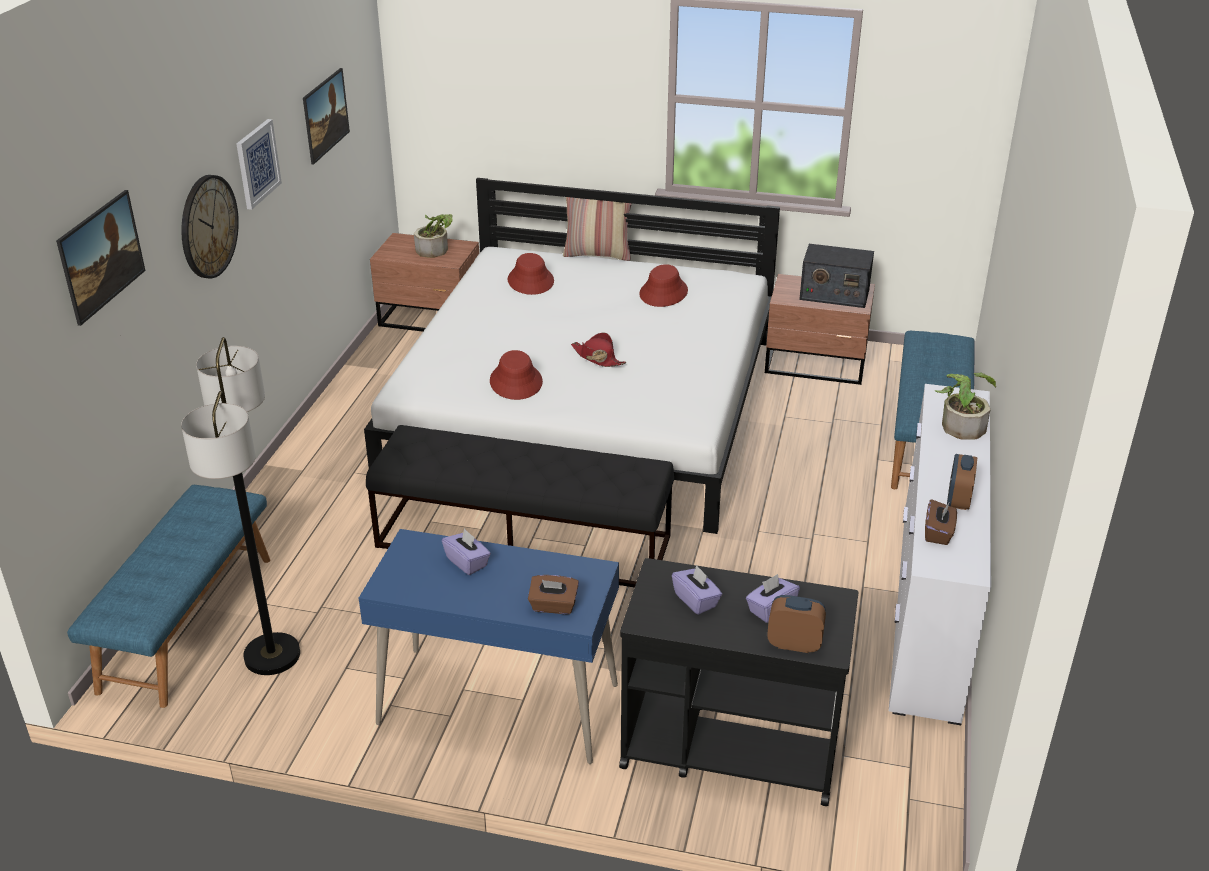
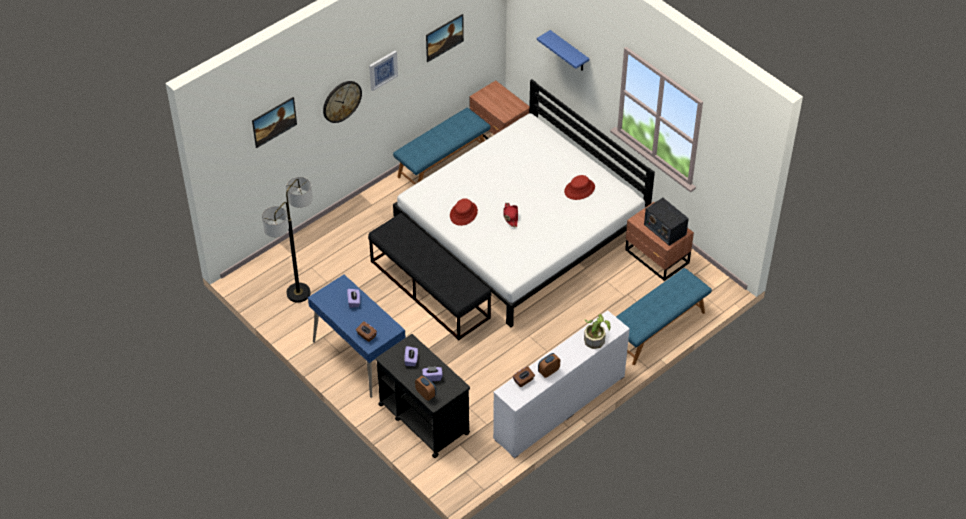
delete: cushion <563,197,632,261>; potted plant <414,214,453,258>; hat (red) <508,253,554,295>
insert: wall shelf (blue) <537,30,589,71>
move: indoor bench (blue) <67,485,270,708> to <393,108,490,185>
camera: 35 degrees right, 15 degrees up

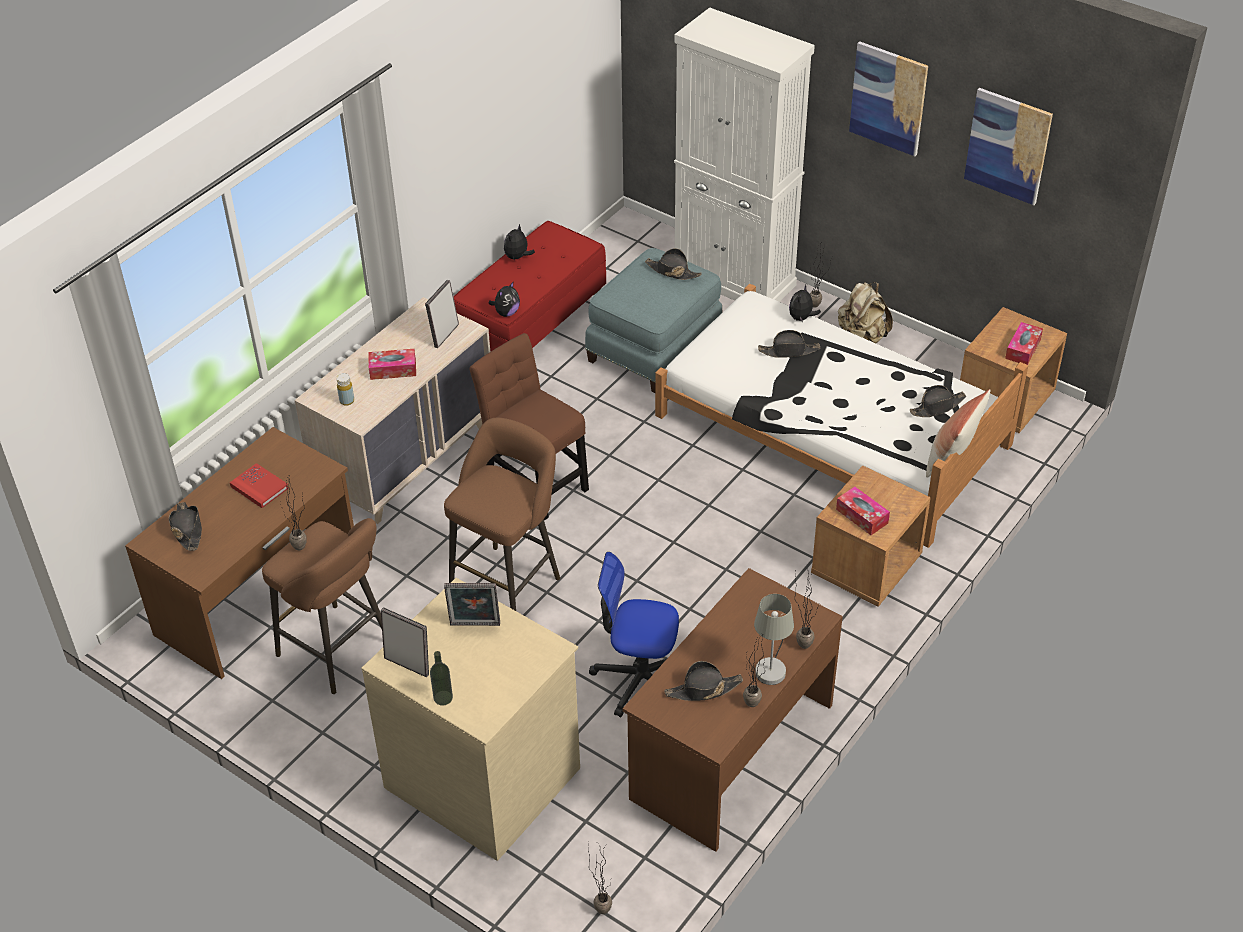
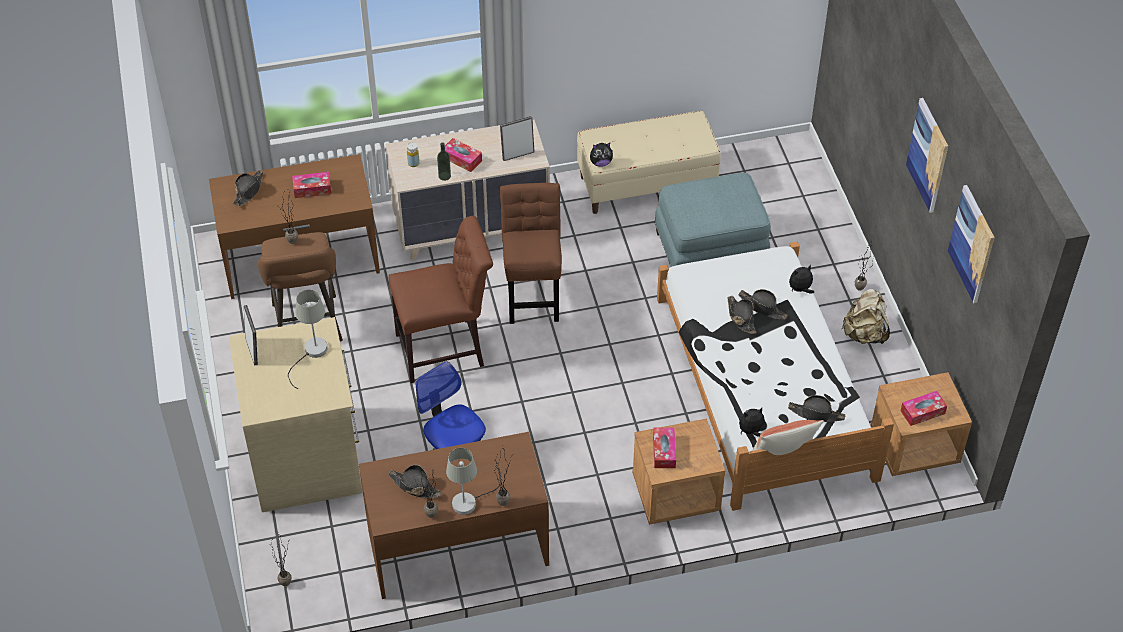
delete: storage cabinet (white-coloured) <674,8,815,302>
move: soft toy <504,224,535,259> to <739,408,765,437>; hat (black-coloured) <645,248,702,280> to <727,296,756,334>; drink bottle <430,651,453,706> to <437,142,451,181>
replace: stool seat (brown-coloured) <444,418,560,611> to plain chair (brown-coloured) <388,216,493,383>; bound book (red) <230,463,289,508> to box of tissues <292,172,331,198>; picture frame <444,583,500,626> to tabletop lamp (greyish) <288,290,328,389>
recolor: indoor bench (red) <454,221,606,352> to indoor bench (sand-coloured) <577,111,721,214>
camera: 40 degrees right, 5 degrees up

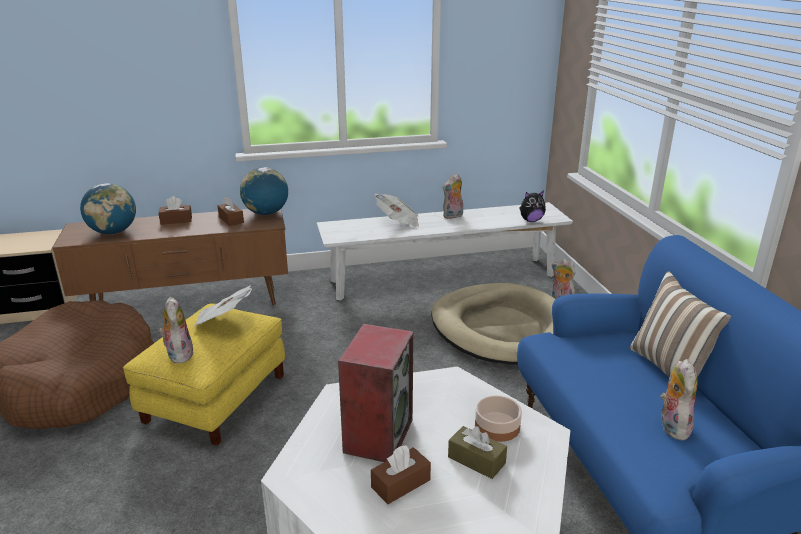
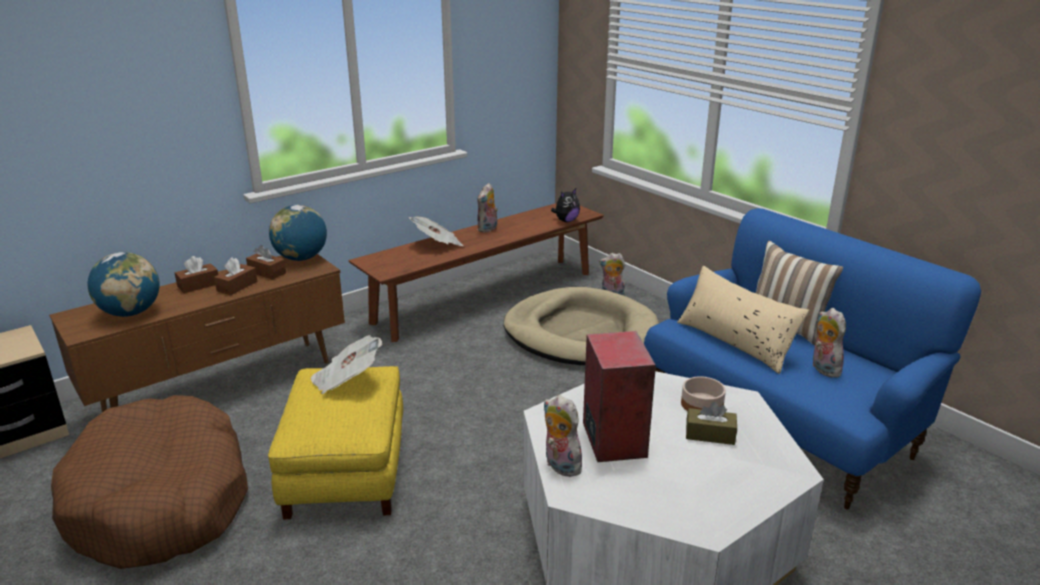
insert: cushion (sand-coloured) <677,266,809,374>
move: soft toy <159,296,194,363> to <543,395,583,477>; box of tissues (brown-coloured) <371,445,431,504> to <214,258,257,295>
recolor: indoor bench (white-coloured) <317,202,573,301> to indoor bench (brown-coloured) <348,203,604,342>
camera: 25 degrees left, 0 degrees up

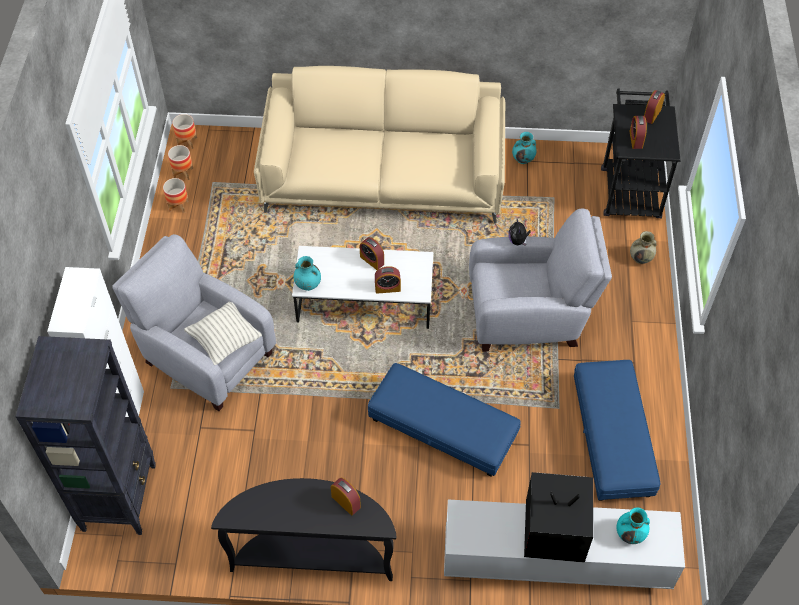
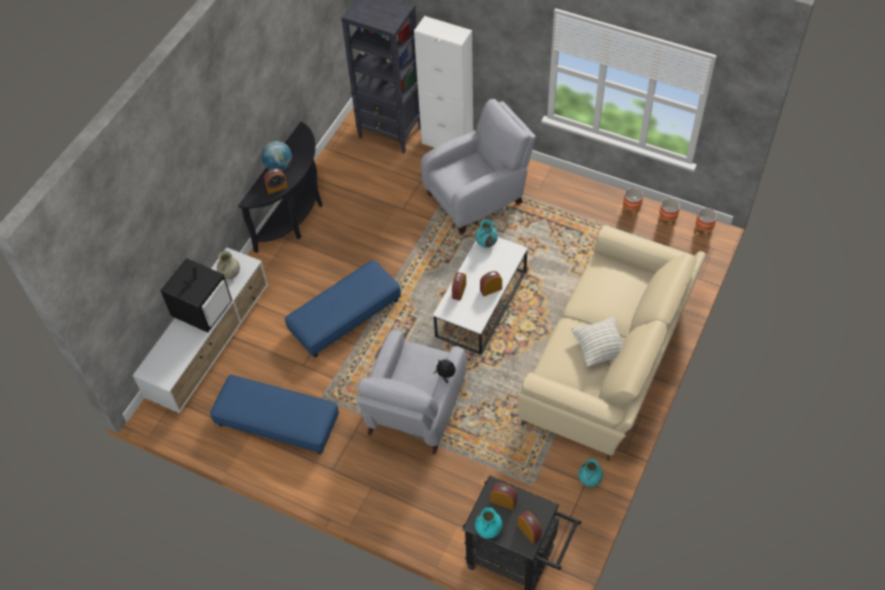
insert: globe <261,141,292,171>
move: flower vase (sand-coloured) <630,231,657,264> to <217,251,240,279>; cushion <184,302,262,365> to <571,316,623,367>; flower vase (blue-green) <617,508,650,544> to <475,507,502,539>
camera: 115 degrees right, 0 degrees up

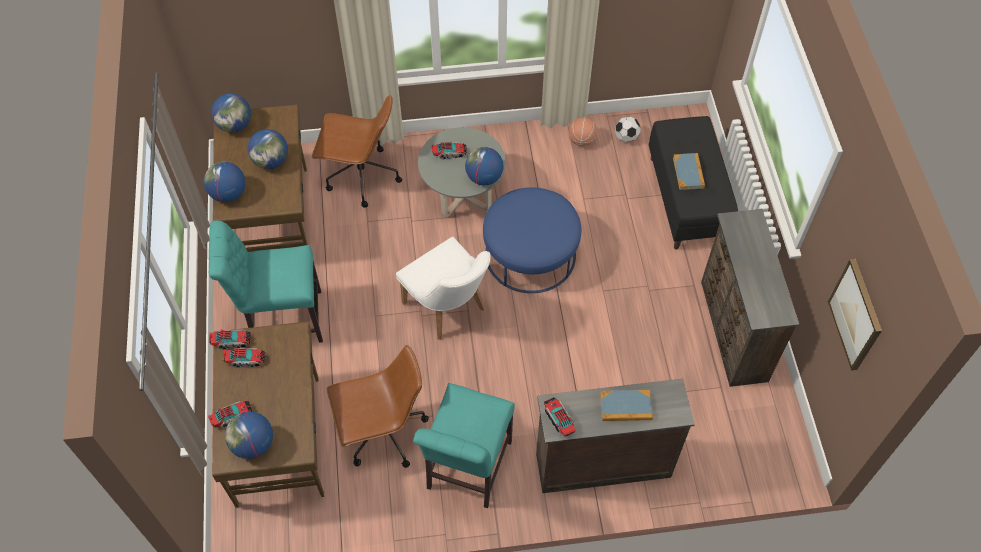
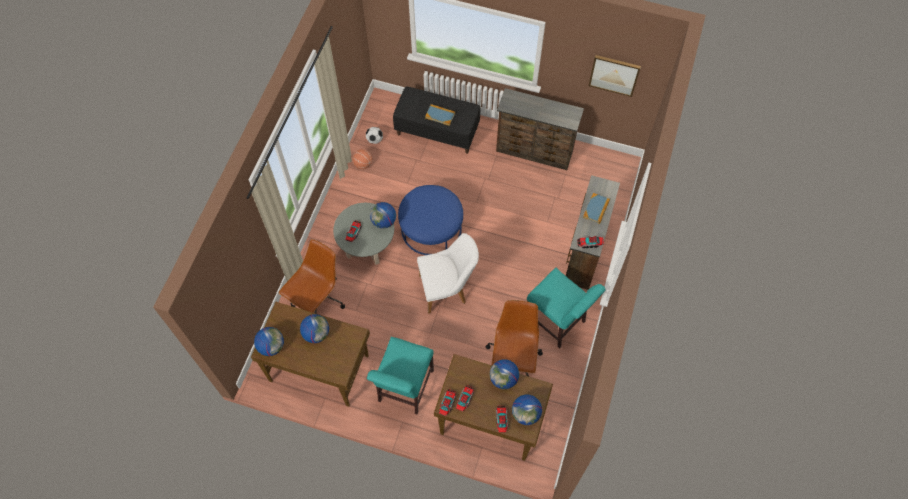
move: globe <204,162,245,202> to <490,359,519,389>
camera: 65 degrees left, 5 degrees up

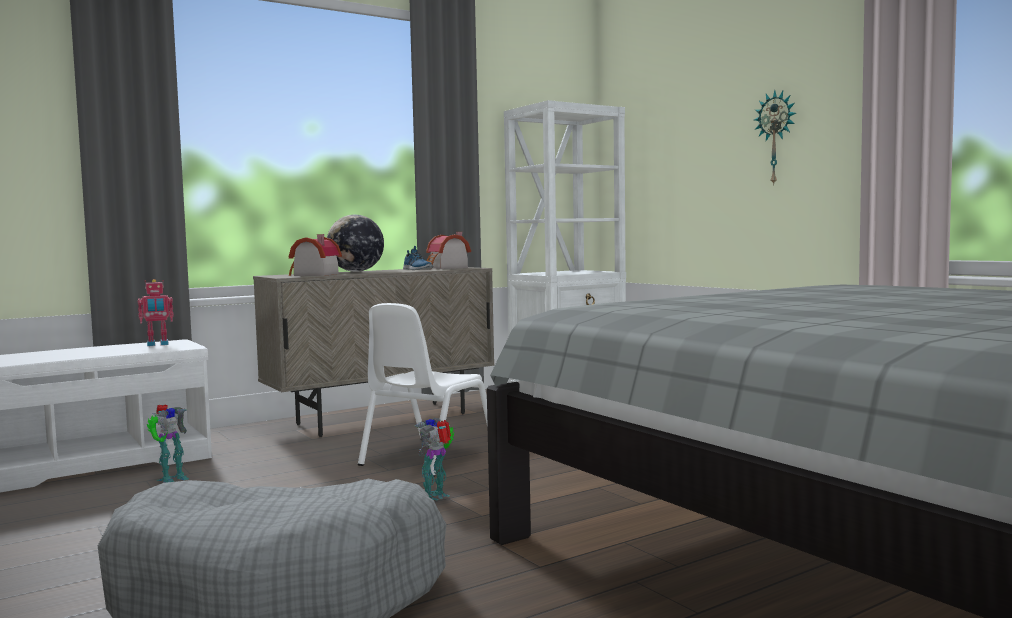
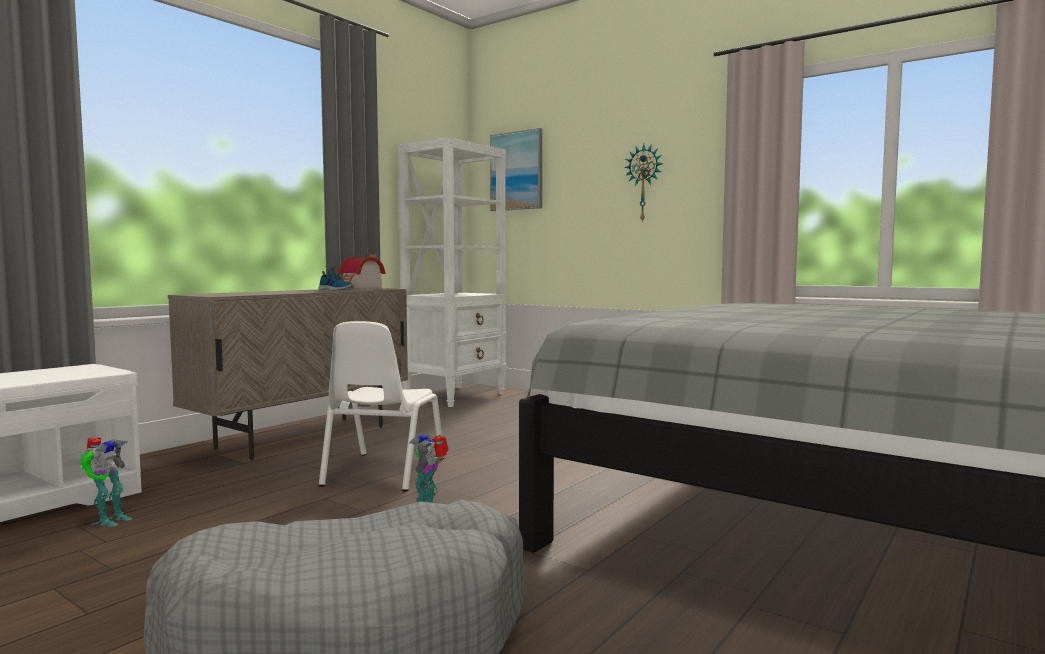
delete: globe <327,215,384,272>; model house <289,234,342,276>; robot figure <138,279,174,346>
insert: picture <490,128,542,211>
camera: 20 degrees left, 0 degrees up

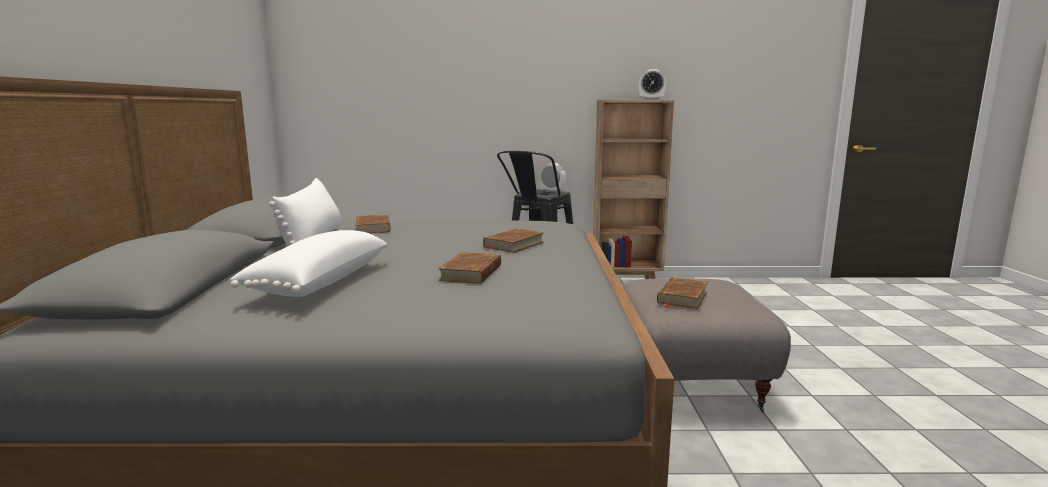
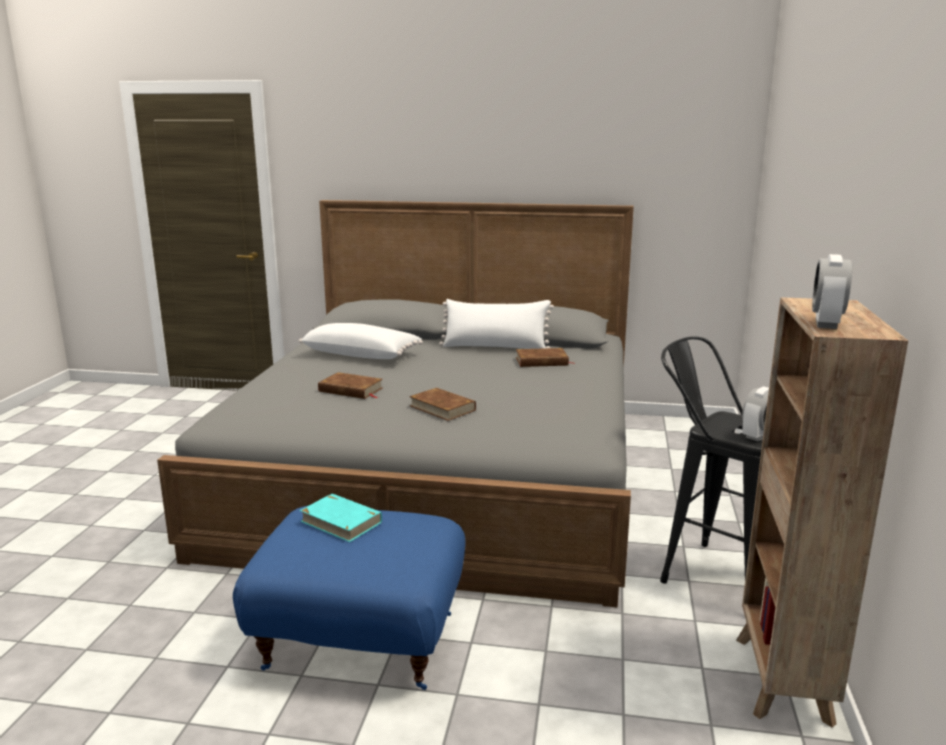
recolor: bound book (brown-coloured) <657,277,708,309> to bound book (blue-green) <300,494,382,542>; pouffe (greyish) <623,279,791,412> to pouffe (blue) <233,506,465,690>
camera: 100 degrees right, 5 degrees up

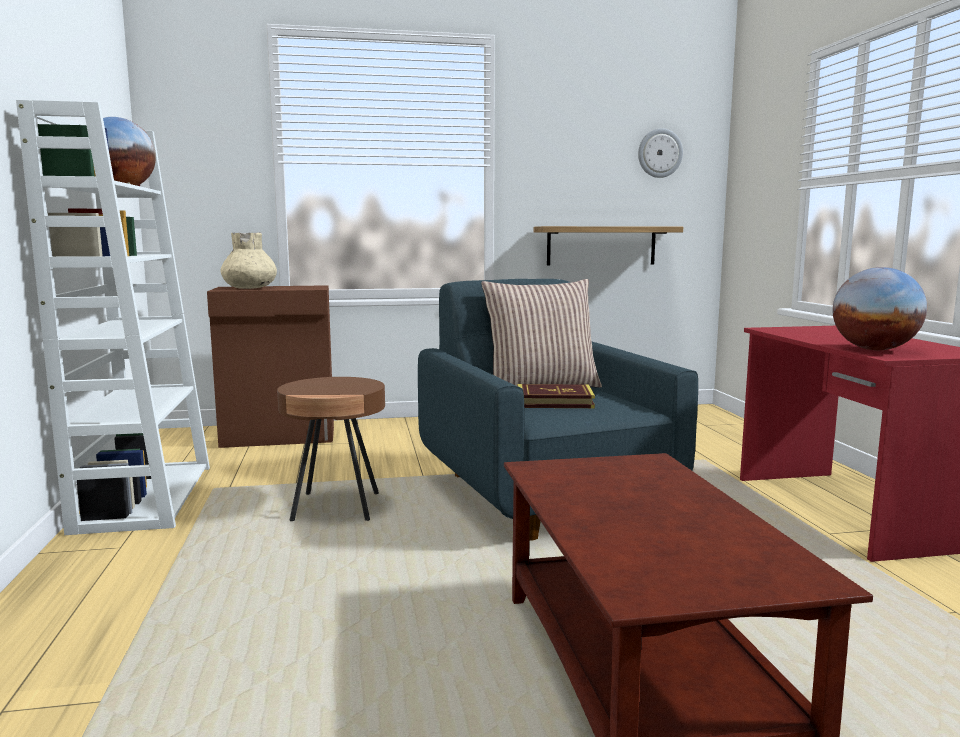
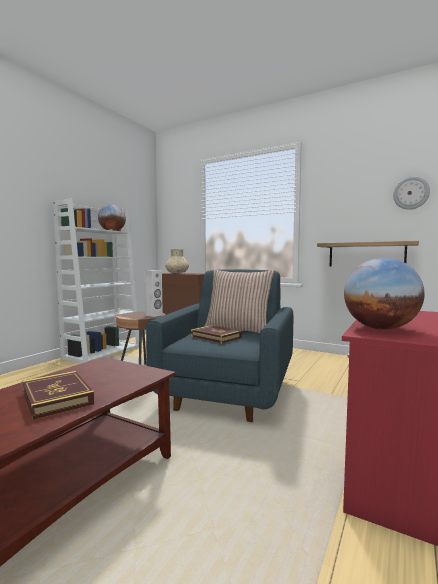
insert: loudspeaker (white-coloured) <144,270,163,317>; bound book <22,371,95,420>
camera: 40 degrees right, 5 degrees down

